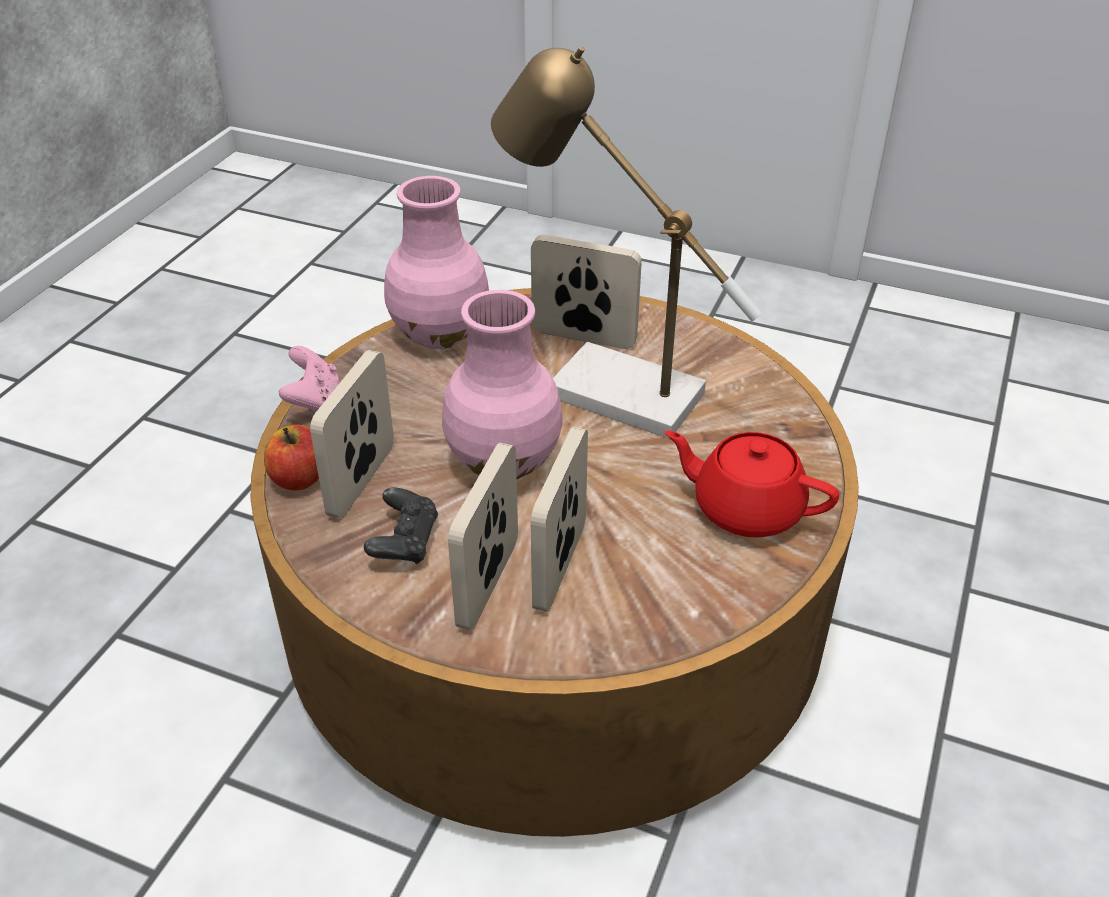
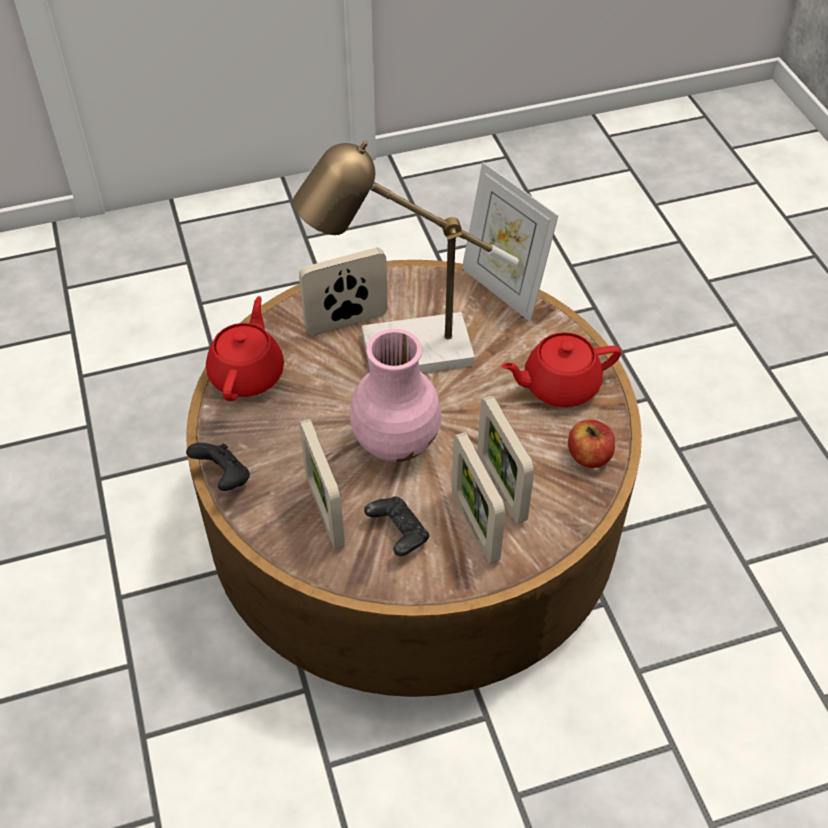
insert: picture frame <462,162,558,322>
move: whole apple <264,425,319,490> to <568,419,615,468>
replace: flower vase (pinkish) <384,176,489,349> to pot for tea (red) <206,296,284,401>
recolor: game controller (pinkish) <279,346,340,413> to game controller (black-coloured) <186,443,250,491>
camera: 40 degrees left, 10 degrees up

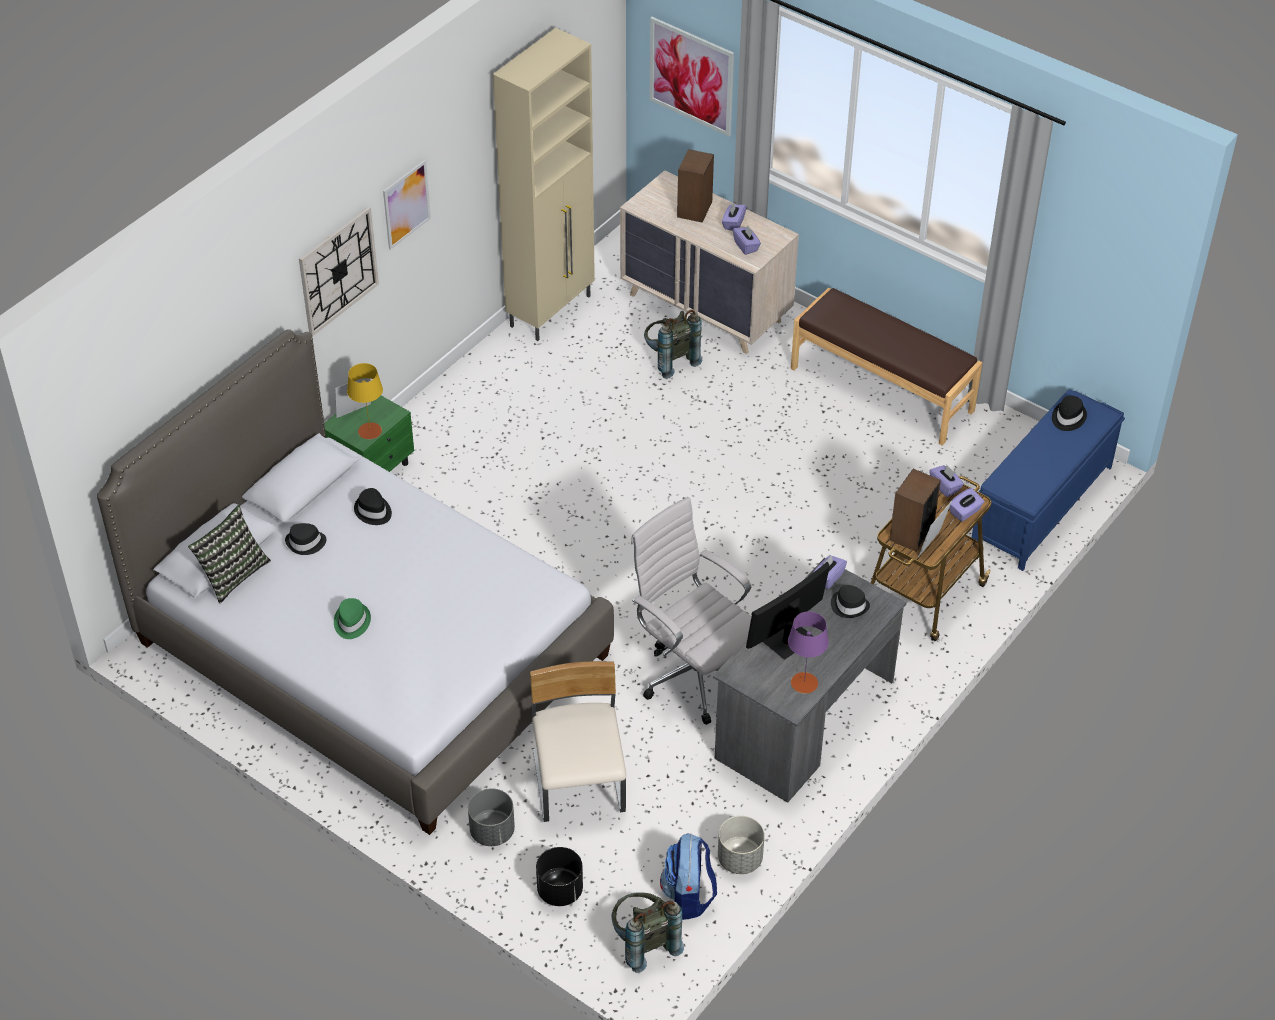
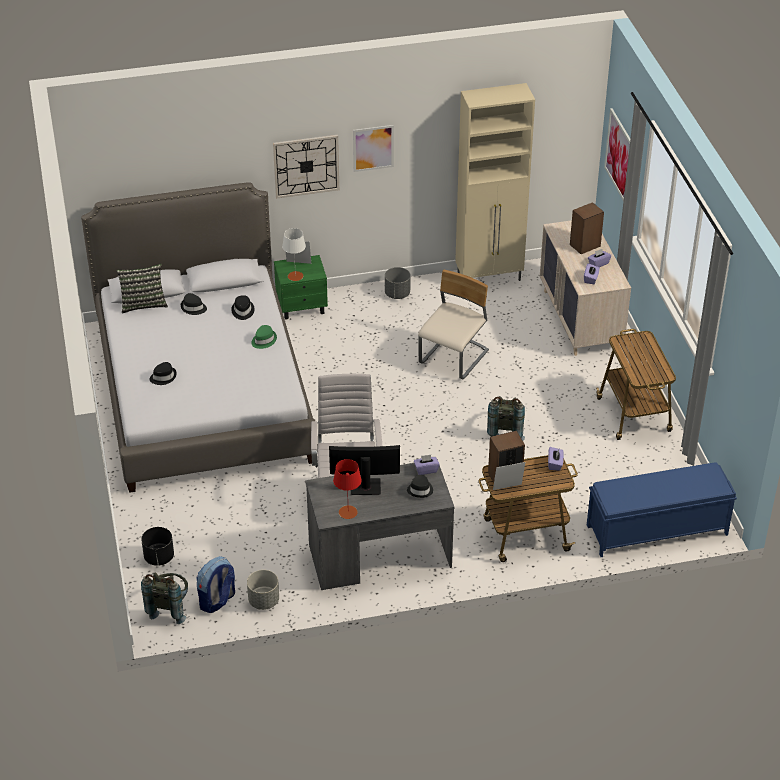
delete: box of tissues (purple-coloured) <949,488,984,522>
move: rucksack (greyish) <644,310,702,379> to <487,396,525,441>; hat (black-coloured) <1052,396,1087,431> to <149,362,177,385>; hat (greenish) <334,598,371,639> to <251,325,277,349>; plain chair (sand-coloured) <530,661,626,822> to <418,270,489,379>; flower pot (greyish) <468,788,515,846> to <385,267,411,299>
replace: indoor bench (brown-coloured) <791,288,983,446> to trolley <596,329,676,440>
recolor: tabletop lamp (yellowish) <347,363,383,439> to tabletop lamp (white-coloured) <282,228,306,281>; tabletop lamp (purple-coloured) <788,611,829,694> to tabletop lamp (red) <333,459,362,519>
camera: 40 degrees right, 5 degrees down

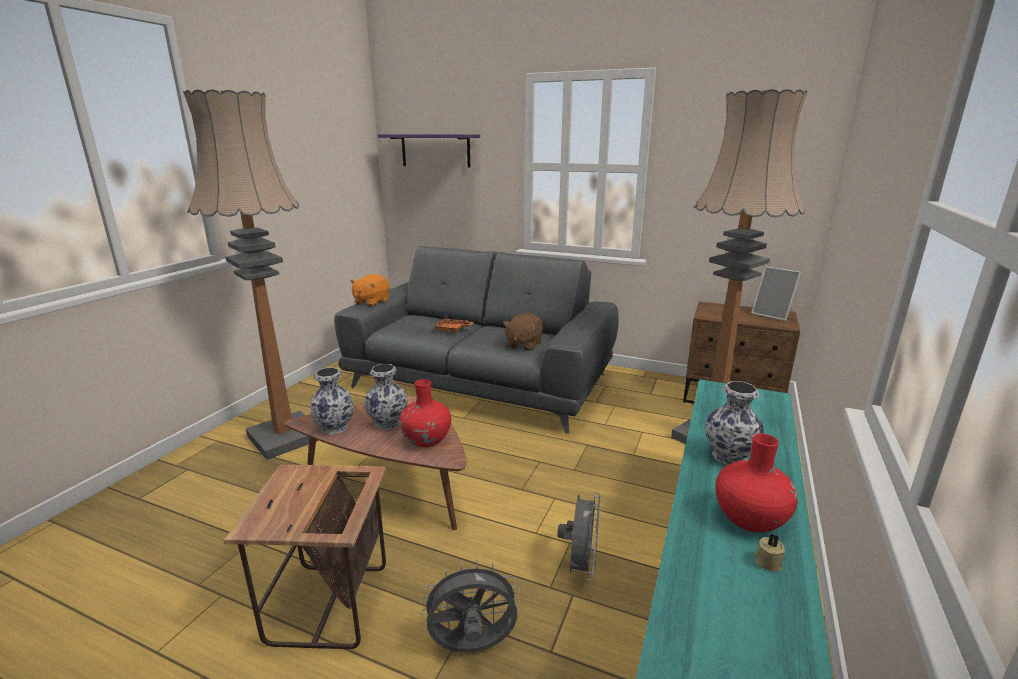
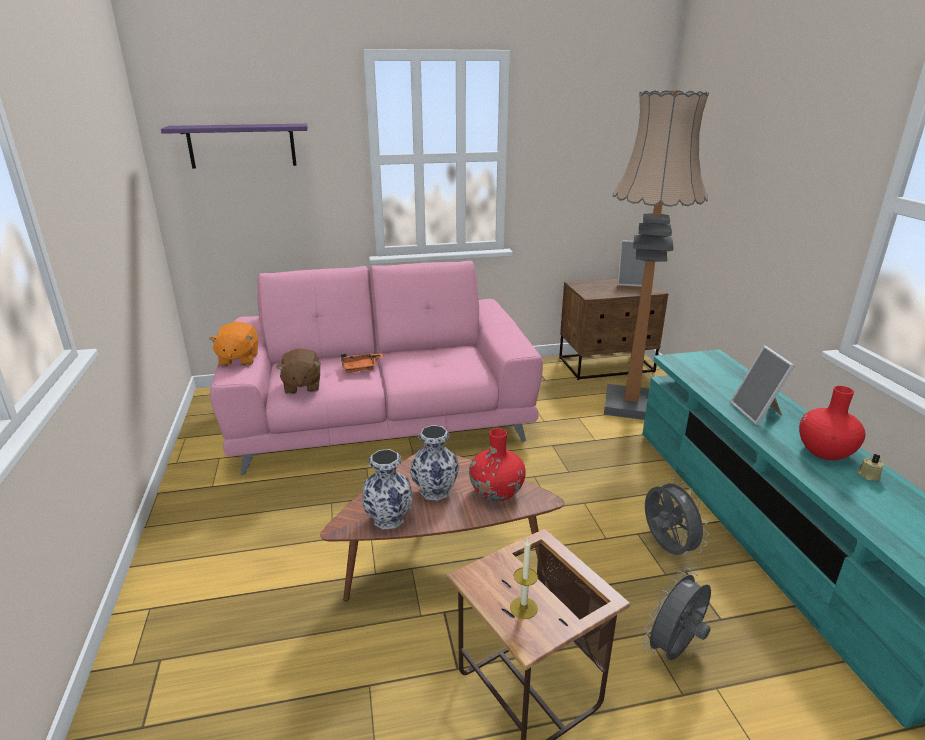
delete: standing lamp <183,89,319,460>
insert: candle <510,539,538,619>
move: soft toy (brown-coloured) <503,313,543,351> to <276,348,321,394>
replace: flower vase <705,381,764,465> to picture frame <730,346,795,425>
recolor: sofa (greyish) <334,246,618,434> to sofa (pinkish) <210,261,543,475>
camera: 35 degrees left, 5 degrees up

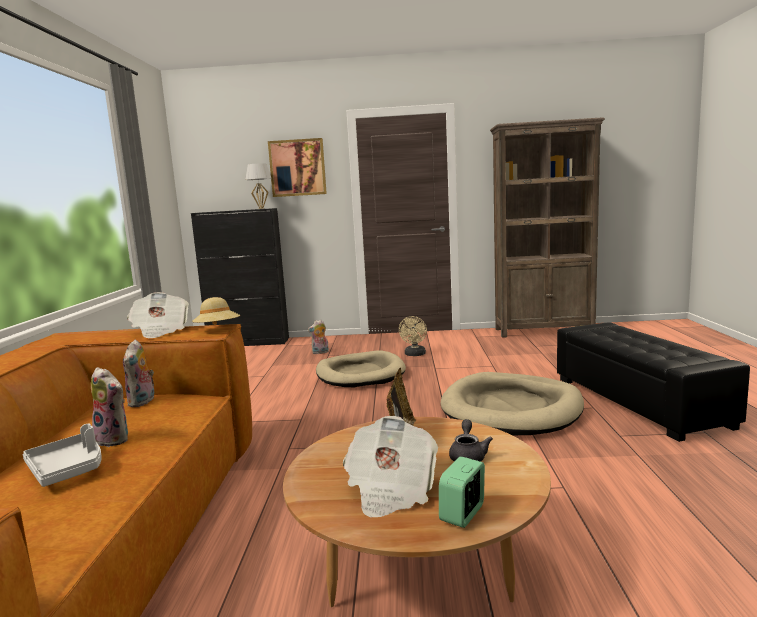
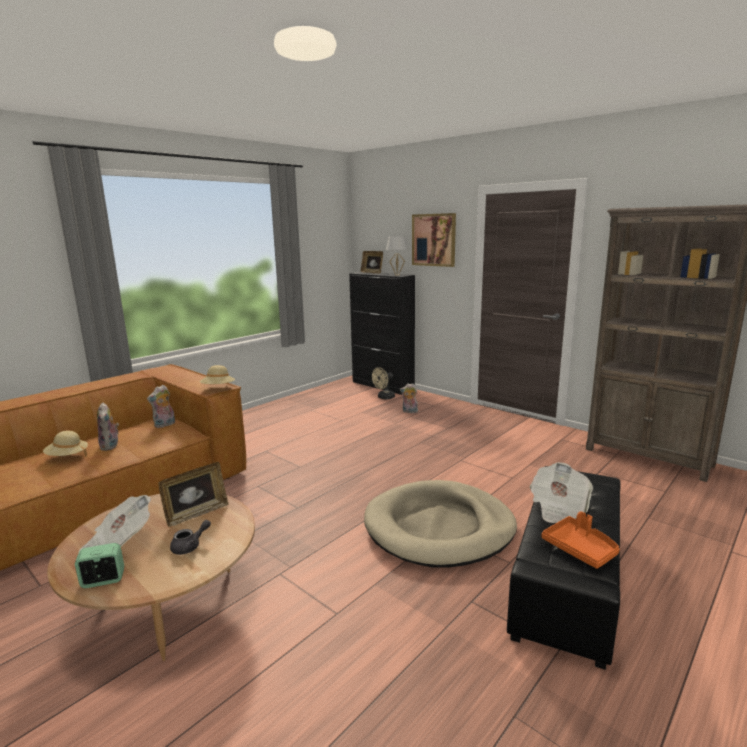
delete: pet bed (sand-coloured) <316,350,406,387>
insert: picture frame <361,251,383,274>; tray (orange-coloured) <542,511,620,569>
move: newspaper <127,292,189,338> to <530,462,593,523>; electric fan (sand-coloured) <399,316,427,356> to <372,367,395,399>
replace: tray (greyish) <22,423,102,487> to hat (sand-coloured) <43,431,88,457>
camera: 40 degrees right, 5 degrees up

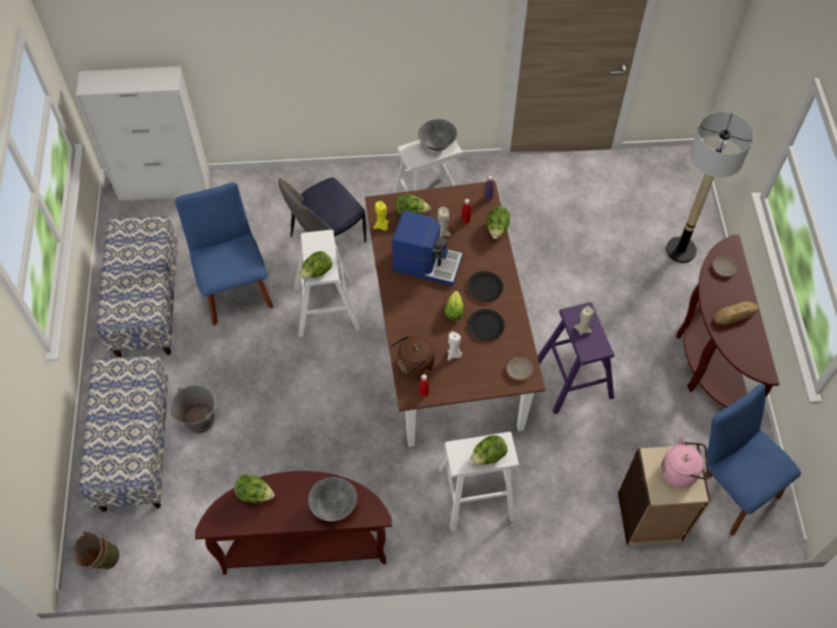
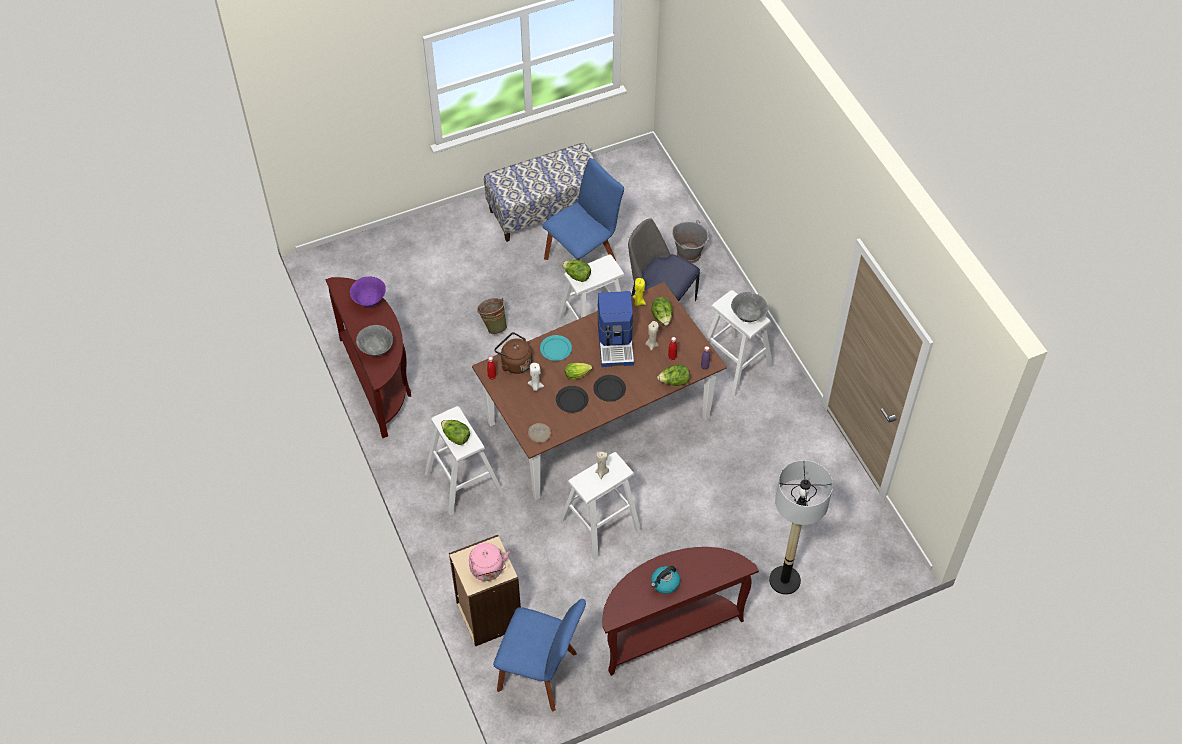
delete: storage cabinet (white-coloured) <76,66,210,201>; plate (sand-coloured) <713,255,738,276>; indoor bench <80,356,168,512>
insert: plate (blue-green) <540,335,572,361>
move: pail (greyish) <169,384,216,434> to <672,220,709,263>; pail (greenish) <72,531,120,570> to <477,298,507,334>
replace: bread <714,301,758,324> to tea kettle <651,566,680,594>; lettuce <235,474,275,504> to serving bowl (purple-coloured) <350,277,386,307>
recolor: stool seat (purple-coloured) <538,302,614,414> to stool seat (white-coloured) <560,452,641,561>
rotate: plain chair (blue) <705,384,801,536> = <493,599,586,712> 75 degrees clockwise
camera: 70 degrees right, 5 degrees down

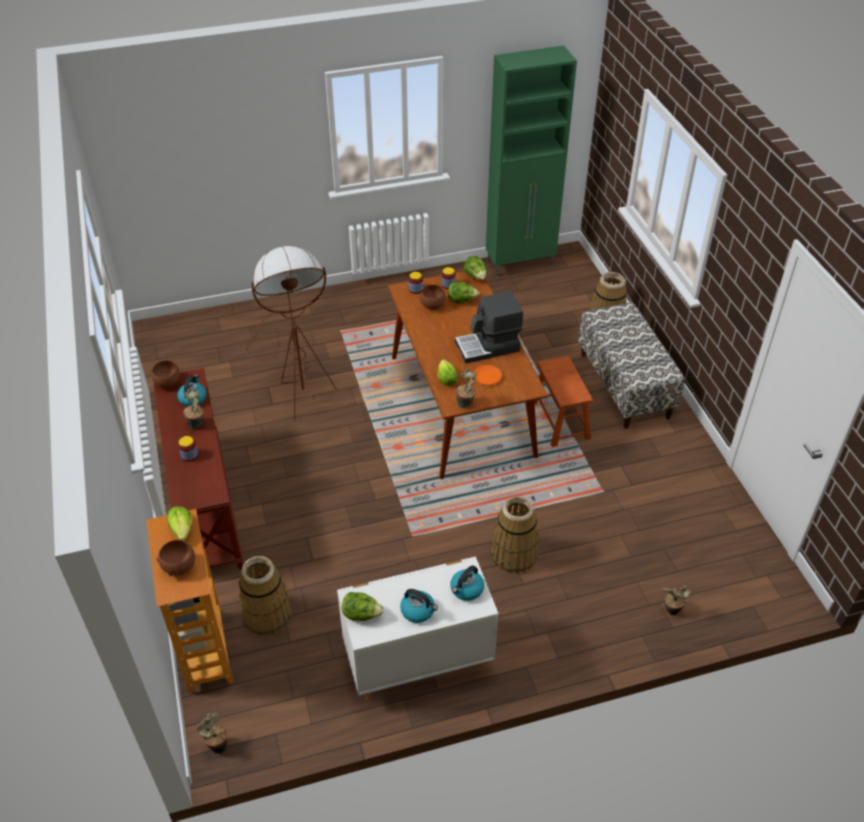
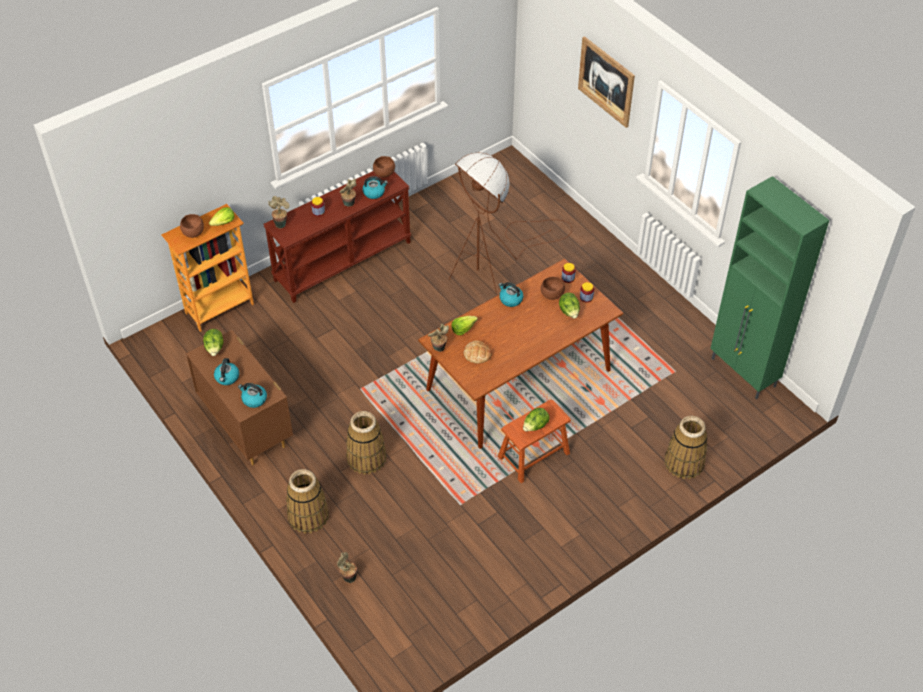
delete: coffee machine <455,291,523,363>; indoor bench <578,303,684,429>
insert: picture <578,36,635,128>; tea kettle <499,282,523,307>
move: lettuce <464,255,486,280> to <523,408,550,431>; basket <239,556,292,636> to <286,469,329,534>; potted plant <197,713,227,754> to <268,196,290,229>
replace: plate (orange-coloured) <473,365,502,385> to bread <464,340,492,364>
recolor: chest of drawers (white-coloured) <337,556,499,701> to chest of drawers (brown-coloured) <186,330,293,465>
camera: 70 degrees right, 5 degrees up

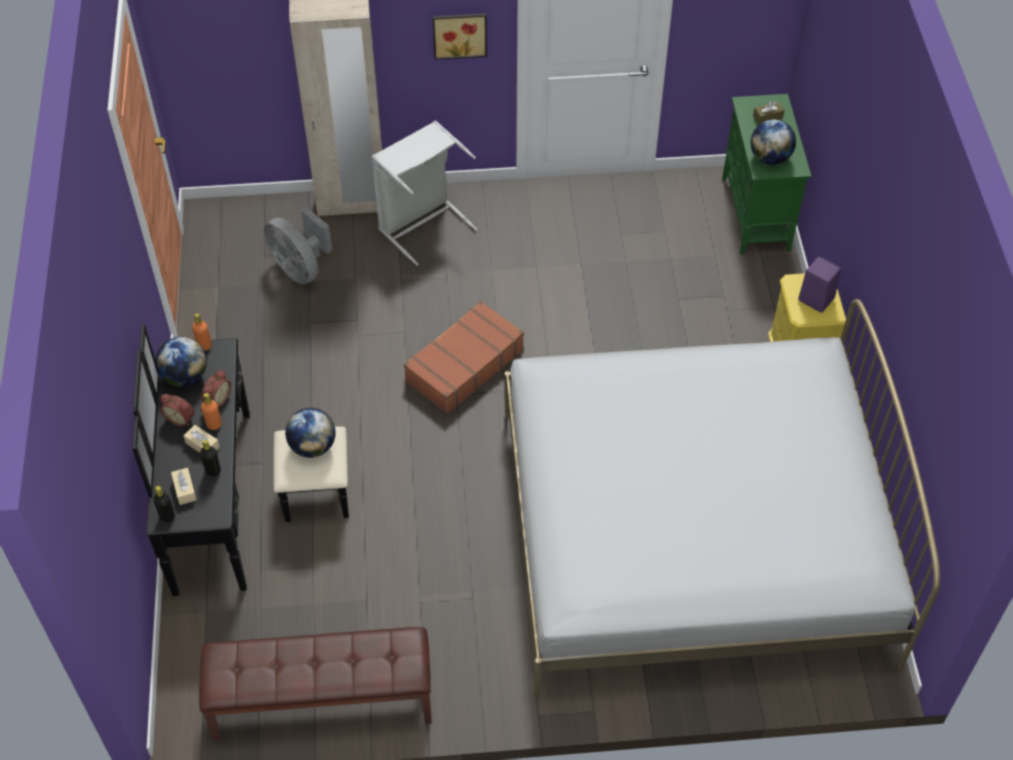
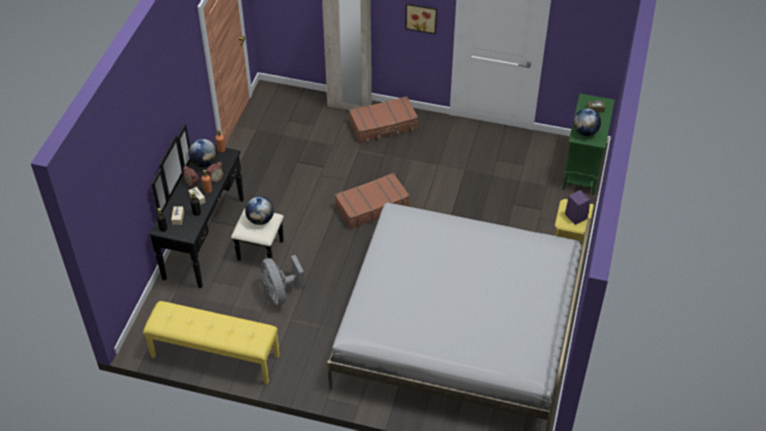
move: electric fan (greyish) <264,207,332,284> to <261,255,305,305>
replace: washing basket (greyish) <371,120,477,266> to travel case (brown-coloured) <349,96,418,143>
recolor: indoor bench (brown-coloured) <199,627,432,741> to indoor bench (yellowish) <143,301,280,384>
camera: 20 degrees right, 5 degrees down

